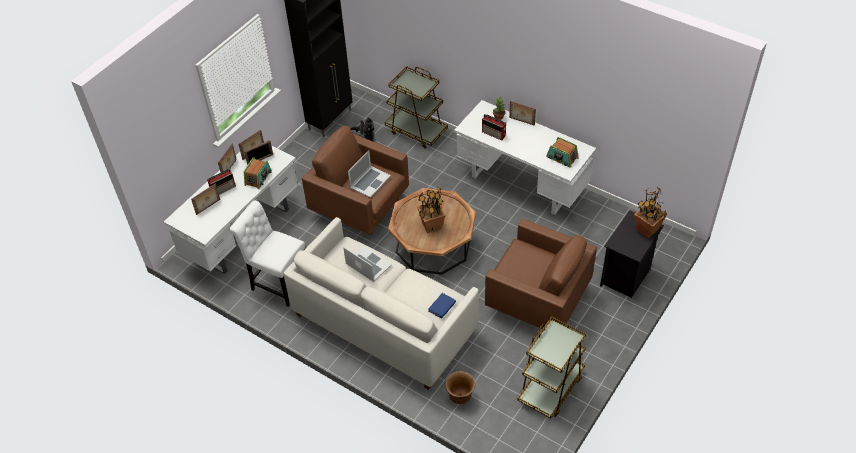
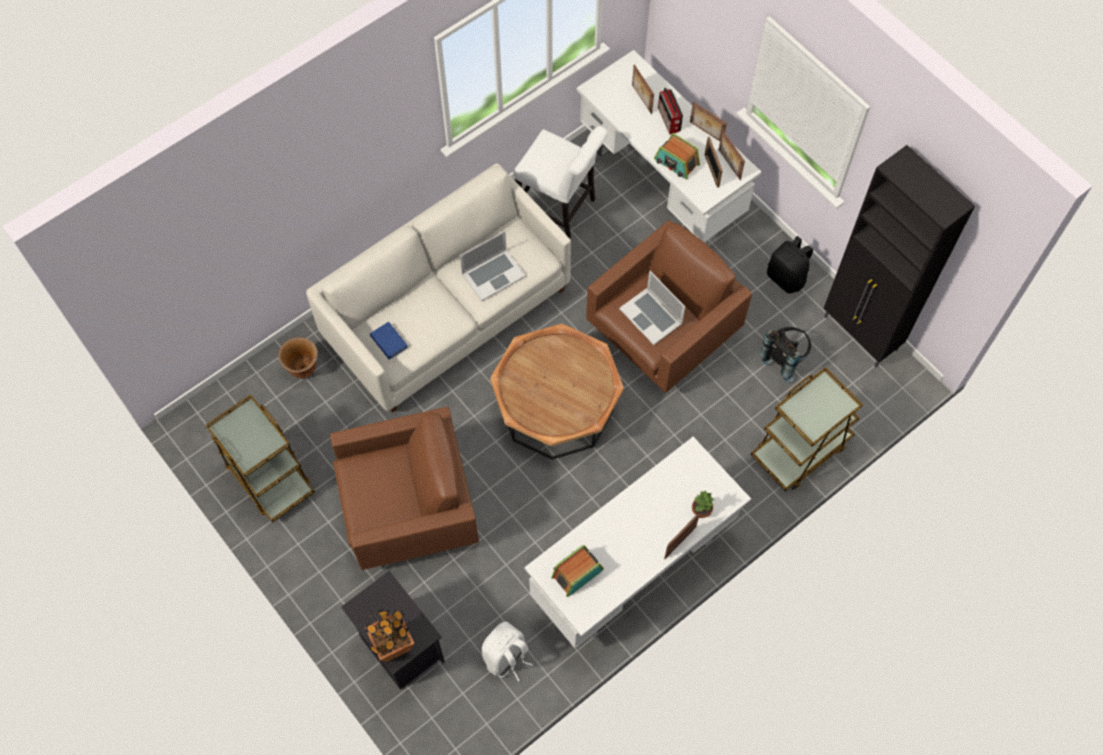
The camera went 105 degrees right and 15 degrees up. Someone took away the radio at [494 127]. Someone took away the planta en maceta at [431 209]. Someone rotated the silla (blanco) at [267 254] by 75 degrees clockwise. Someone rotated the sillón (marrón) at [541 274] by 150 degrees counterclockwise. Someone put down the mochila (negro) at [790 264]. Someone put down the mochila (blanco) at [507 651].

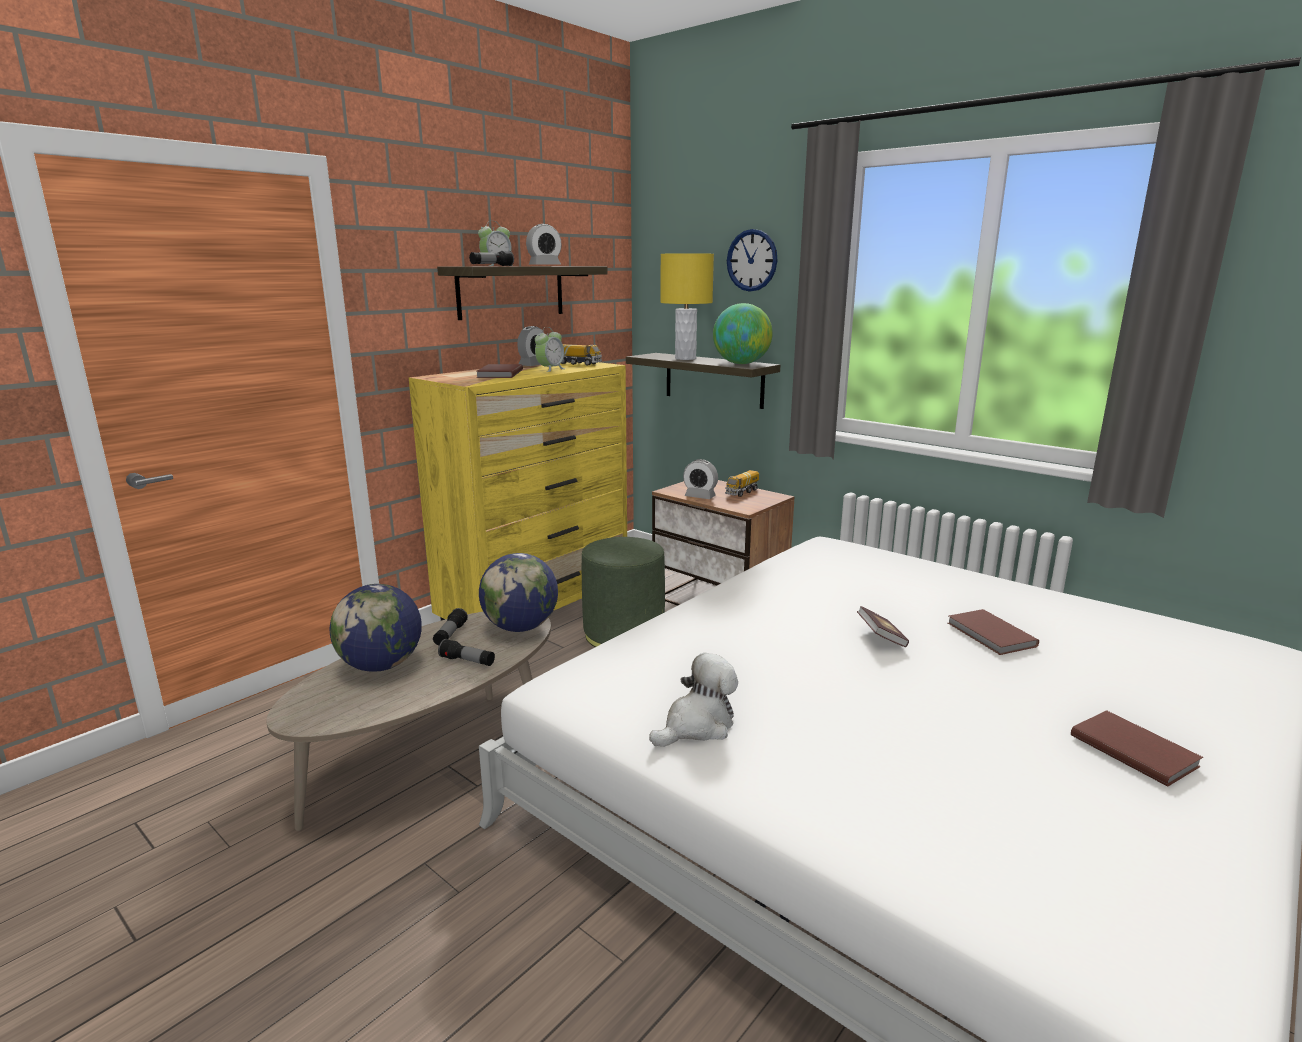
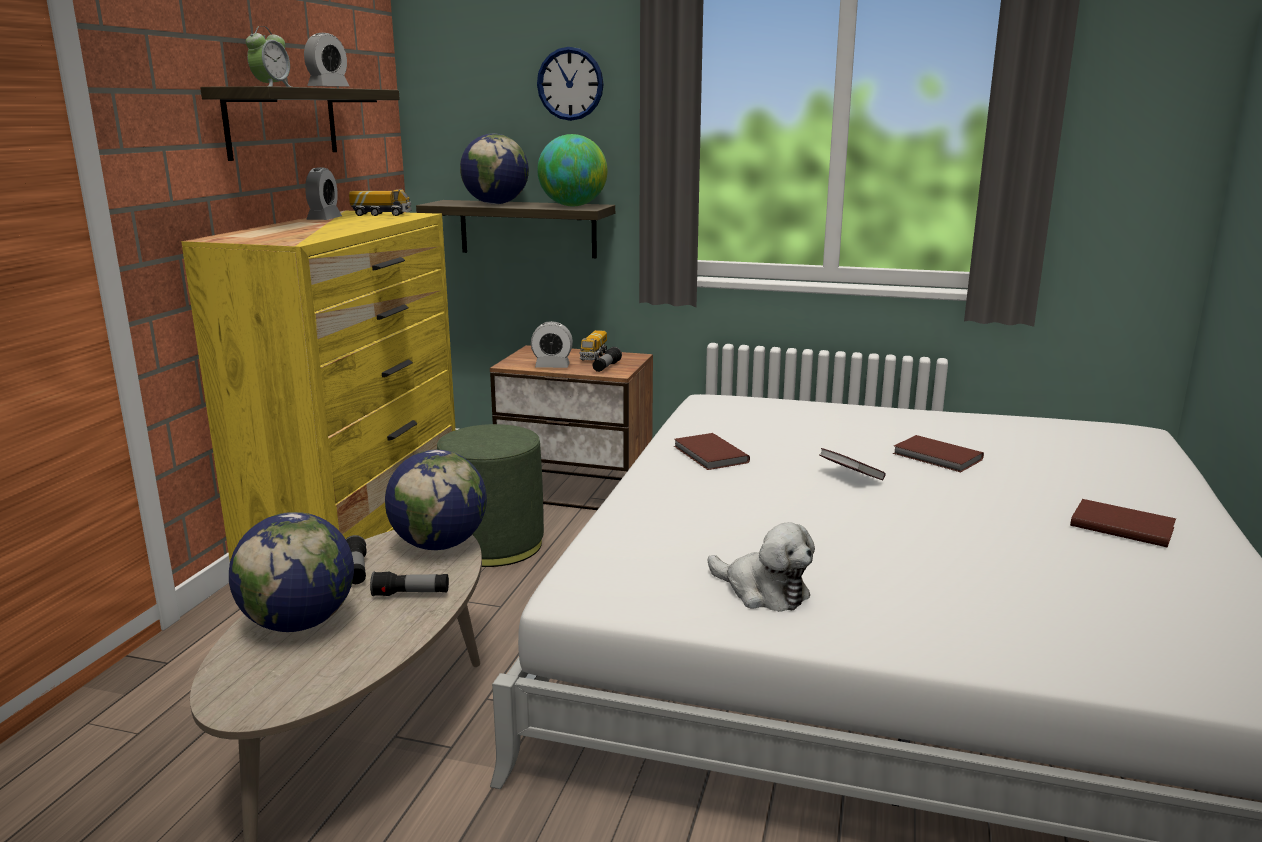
The camera went 25 degrees left and 0 degrees up. Someone carried the linterna from [491 258] to [607 359]. Someone swapped the lámpara de mesa (amarillo) at [687 306] for the globo terráqueo at [494 168]. Someone took away the despertador at [550 349]. Someone carried the libro (marrón) from [499 371] to [712 451]. Someone rotated the peluche at [693 700] by 105 degrees clockwise.

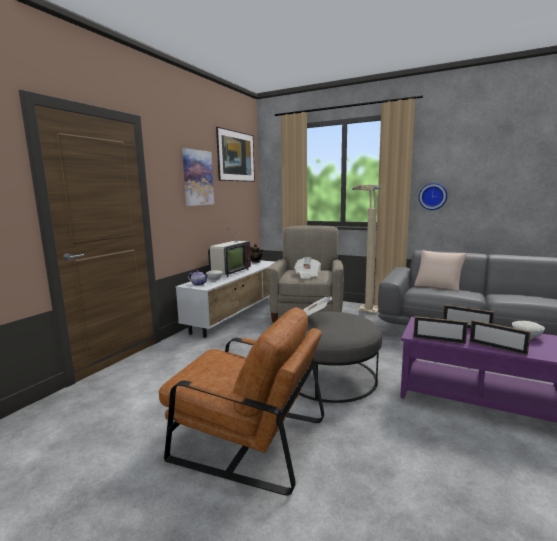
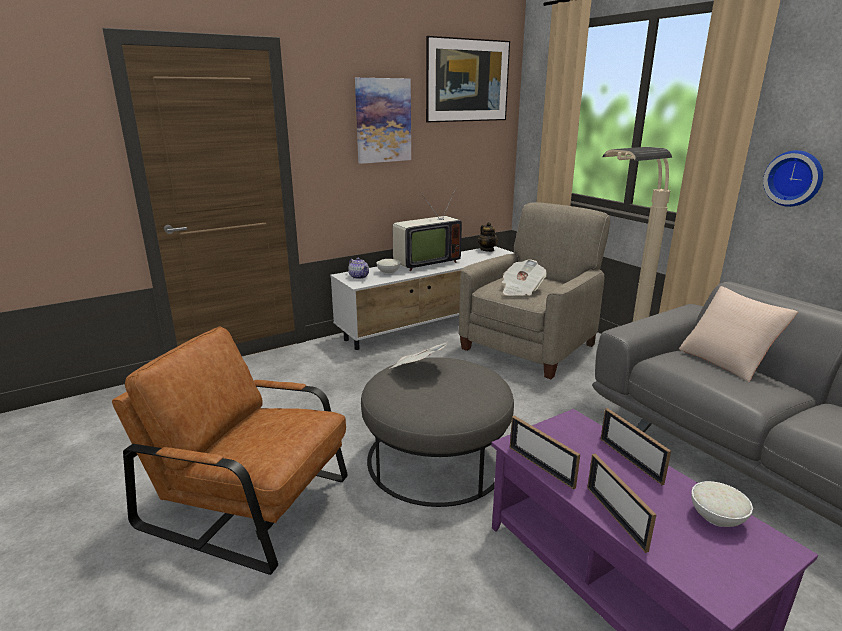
The camera went 30 degrees right and 10 degrees up. Someone rotated the sillón (marrón) at [241 401] by 150 degrees clockwise.

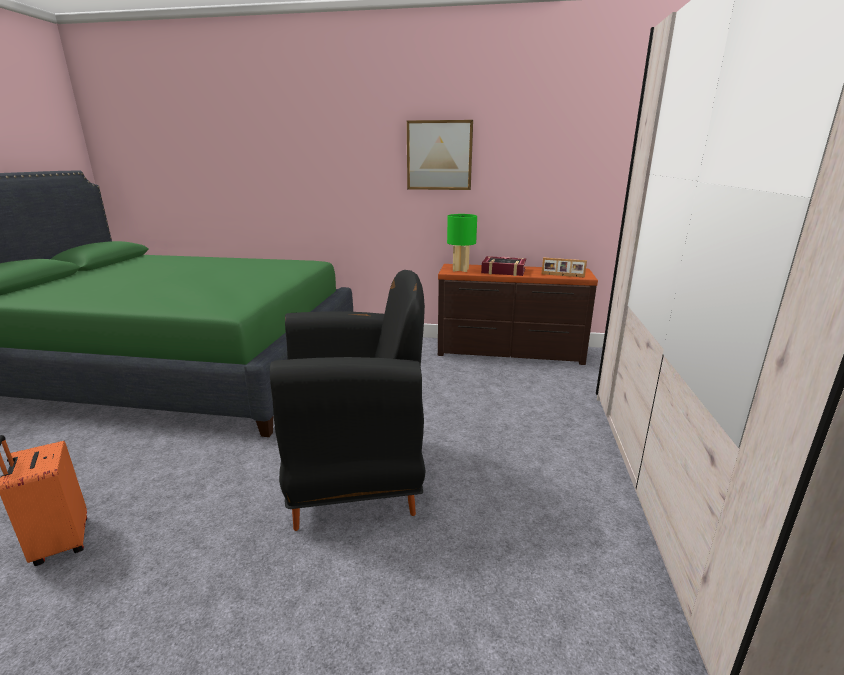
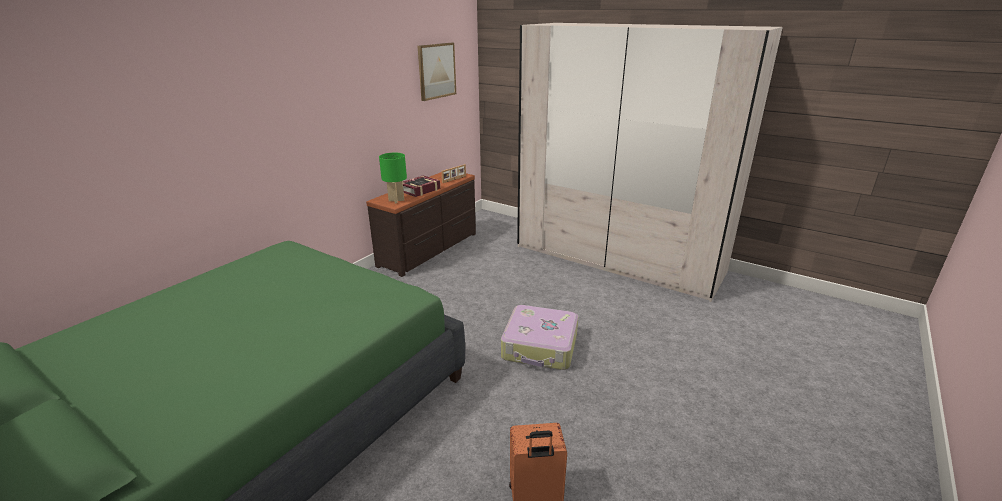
The camera went 65 degrees left and 5 degrees up. Someone carried the cuadro from [440 155] to [437 72]. Someone swapped the sillón (negro) at [347 400] for the maleta at [539 337].

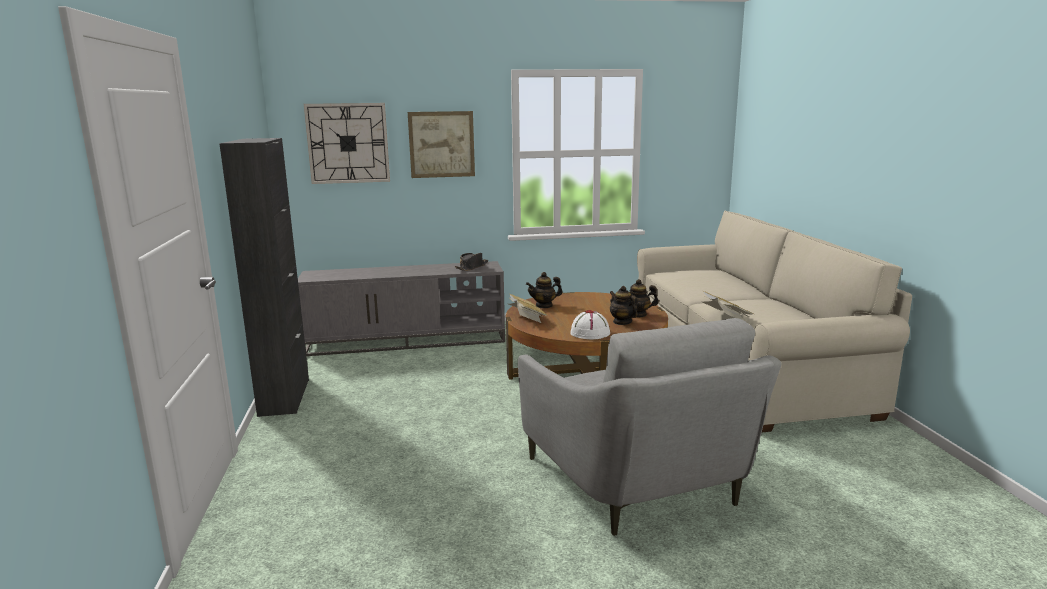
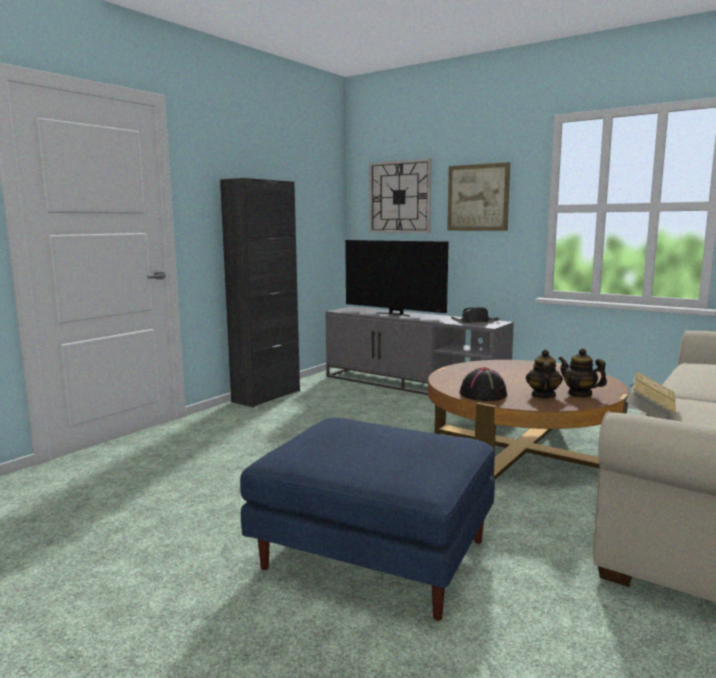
The camera went 45 degrees right and 5 degrees down. Someone took away the tetera at [544 290]. Someone took away the libro at [528 308]. Someone repainted the sombrero (blanco) at [590 324], which became the sombrero (negro) at [483 384]. Someone swapped the sillón (gris) at [650 427] for the puf (azul) at [367 519]. Someone put down the televisor at [397 278].

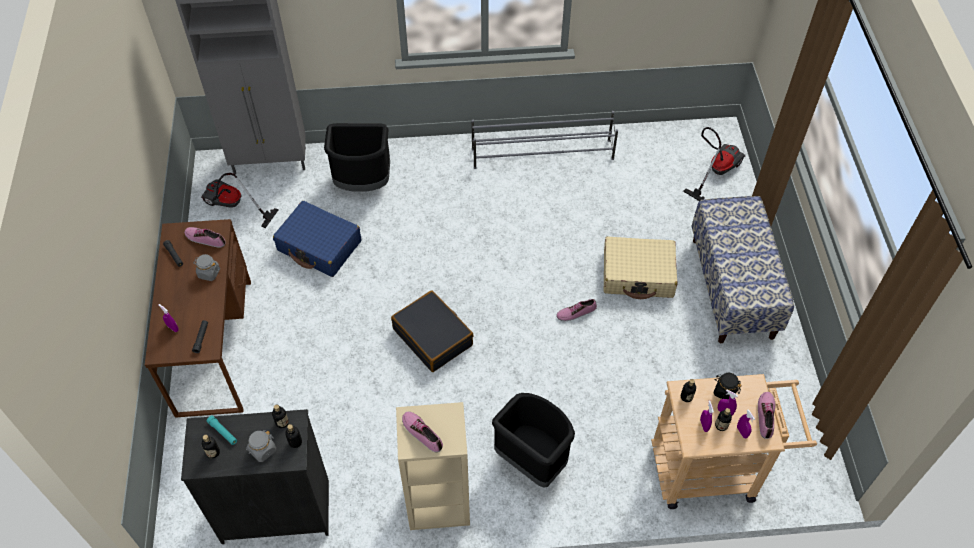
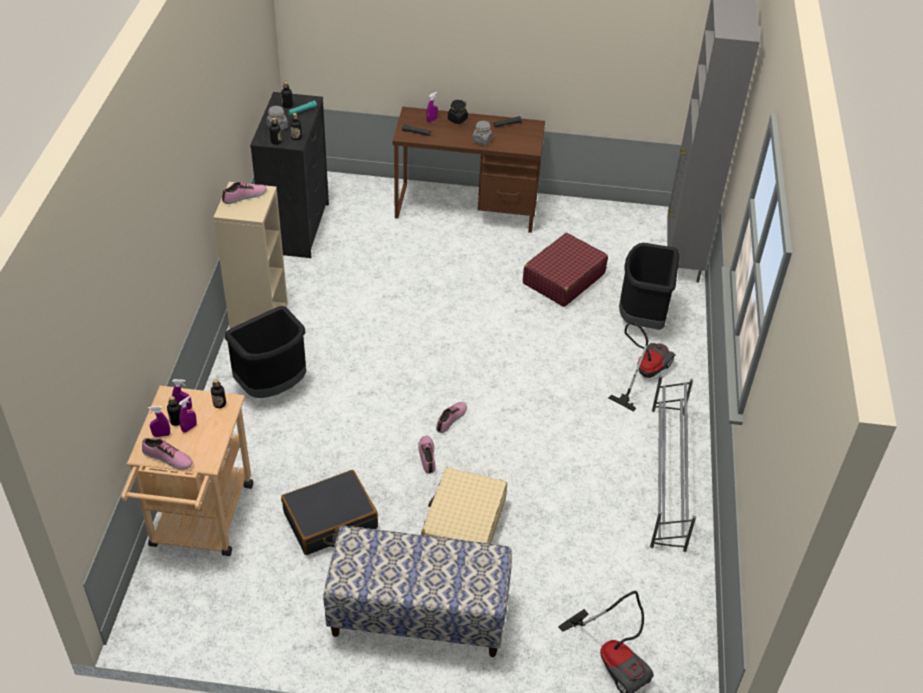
The camera went 100 degrees right and 10 degrees down. Someone carried the aspiradora from [240 200] to [642 367]. Someone repainted the maleta (azul) at [317 239], which became the maleta (rojo) at [565 270]. Someone carried the zapato from [205 237] to [451 417]. Someone carried the maleta (negro) from [432 331] to [329 512]. Someone carried the tarro (negro) from [727 386] to [458 112].

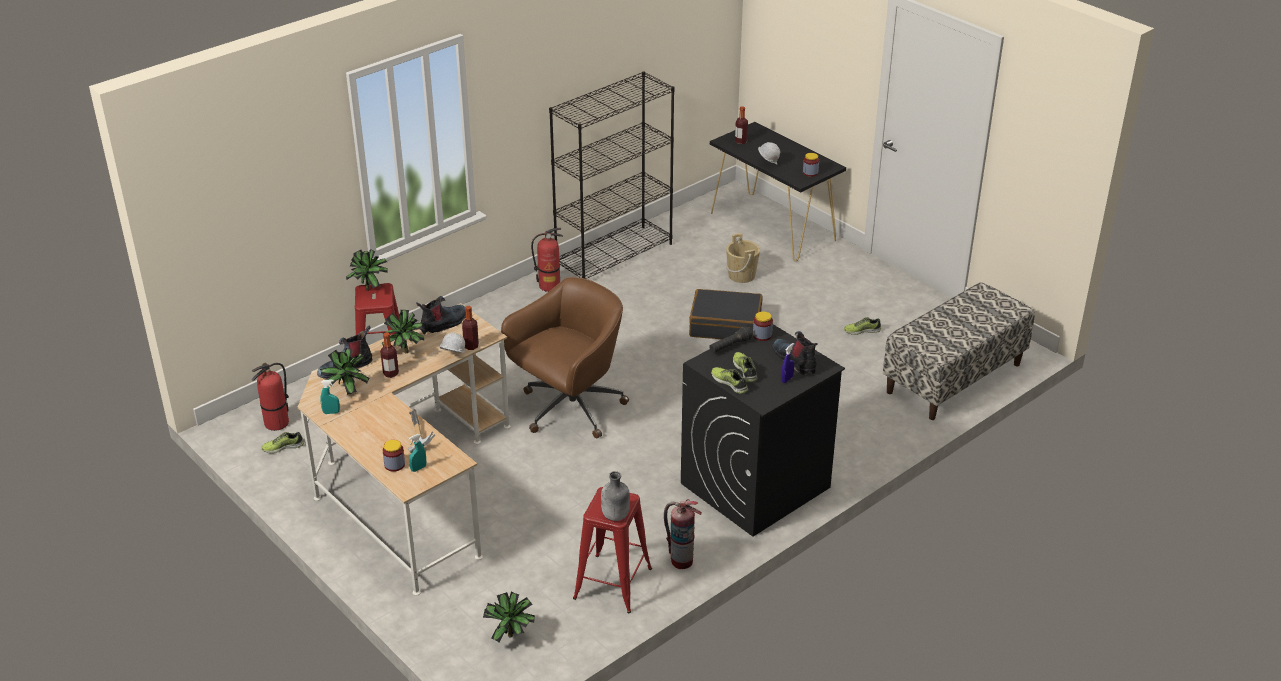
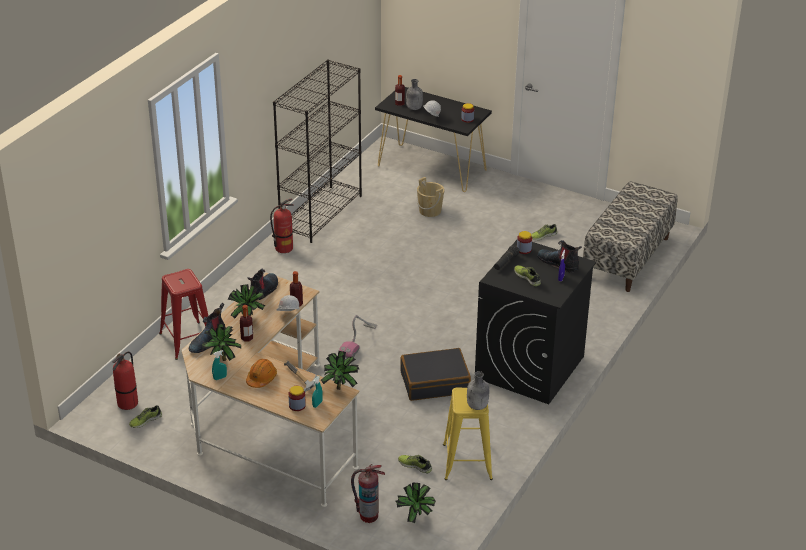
The camera went 20 degrees left and 0 degrees up. Someone carried the planta en maceta from [367 270] to [340 370]. Someone swapped the silla de oficina (marrón) at [565 358] for the aspiradora at [358 336]. Someone carried the maleta (negro) from [725 314] to [435 374]. Someone carried the zapato from [729 380] to [415 464]. Someone repainted the taburete (rojo) at [612 550], which became the taburete (amarillo) at [468 433]. Someone carried the extintor from [683 534] to [368 493]. Someone put down the botella (gris) at [414 94]. Someone put down the casco (naranja) at [261 373].

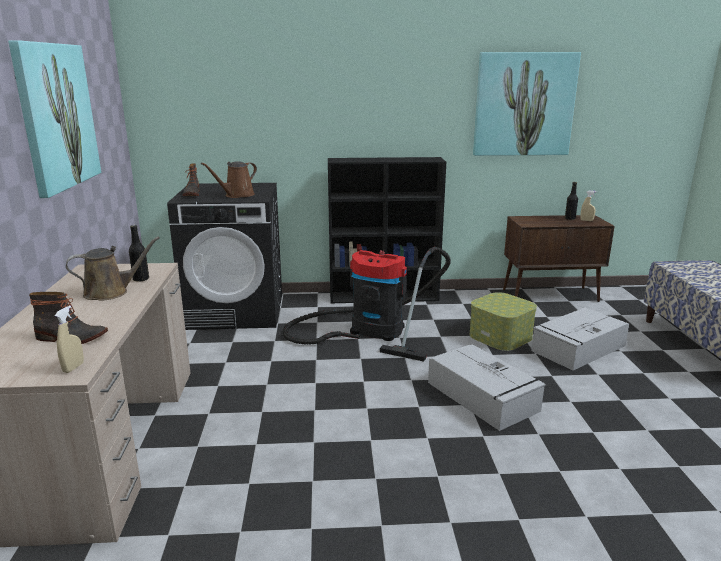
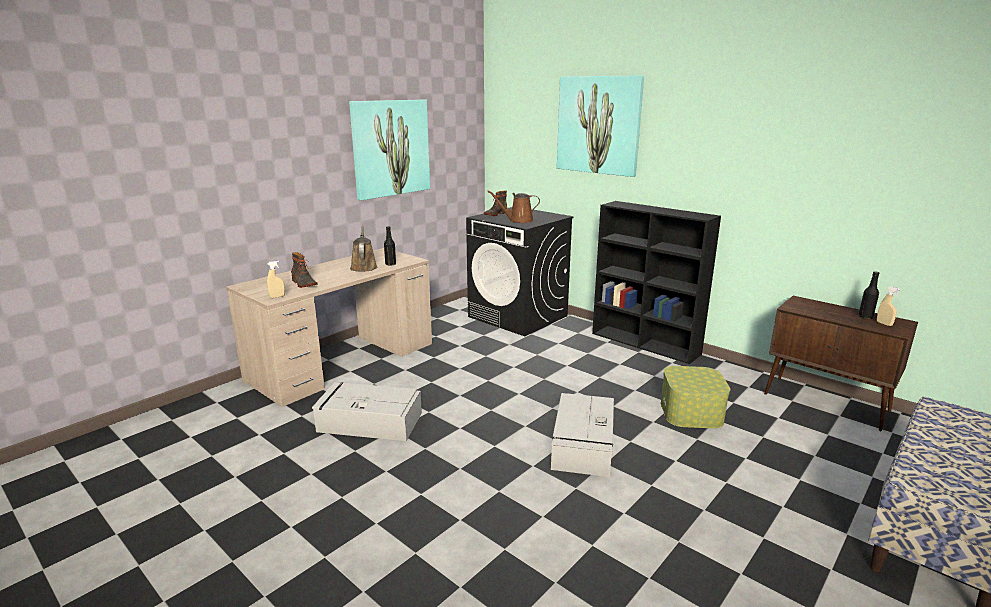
The camera went 45 degrees right and 0 degrees up. Someone carried the cuadro from [527 104] to [600 126]. Someone rotated the regadera (marrón) at [113 268] by 120 degrees counterclockwise. Someone took away the aspiradora at [367 304]. Someone carried the caja de almacenaje (gris) from [580 339] to [367 411].

